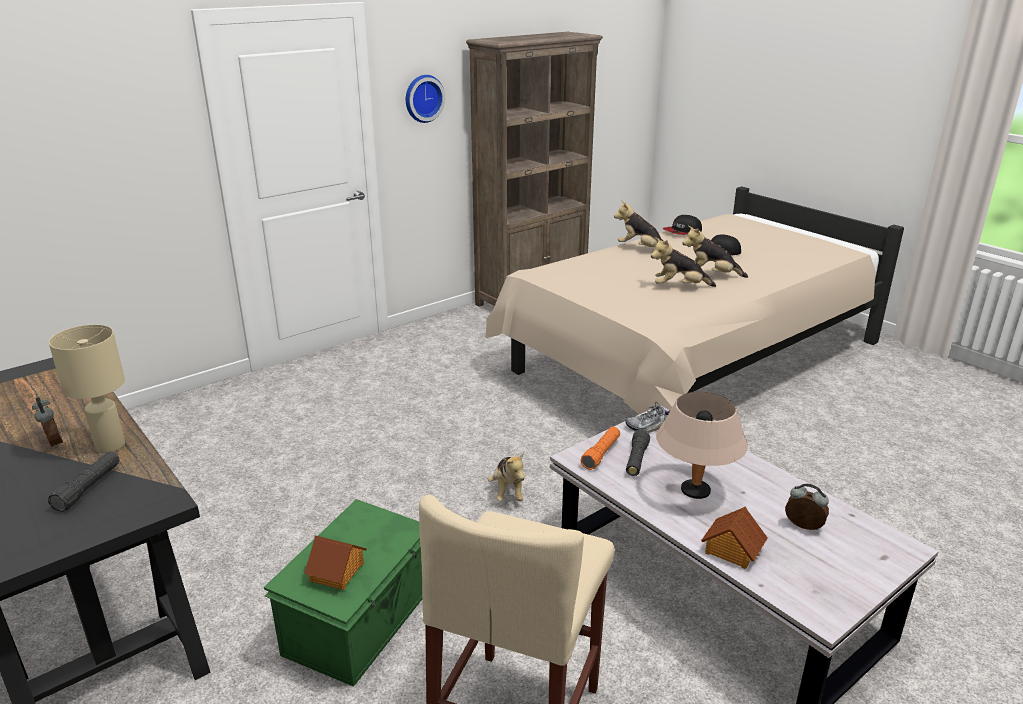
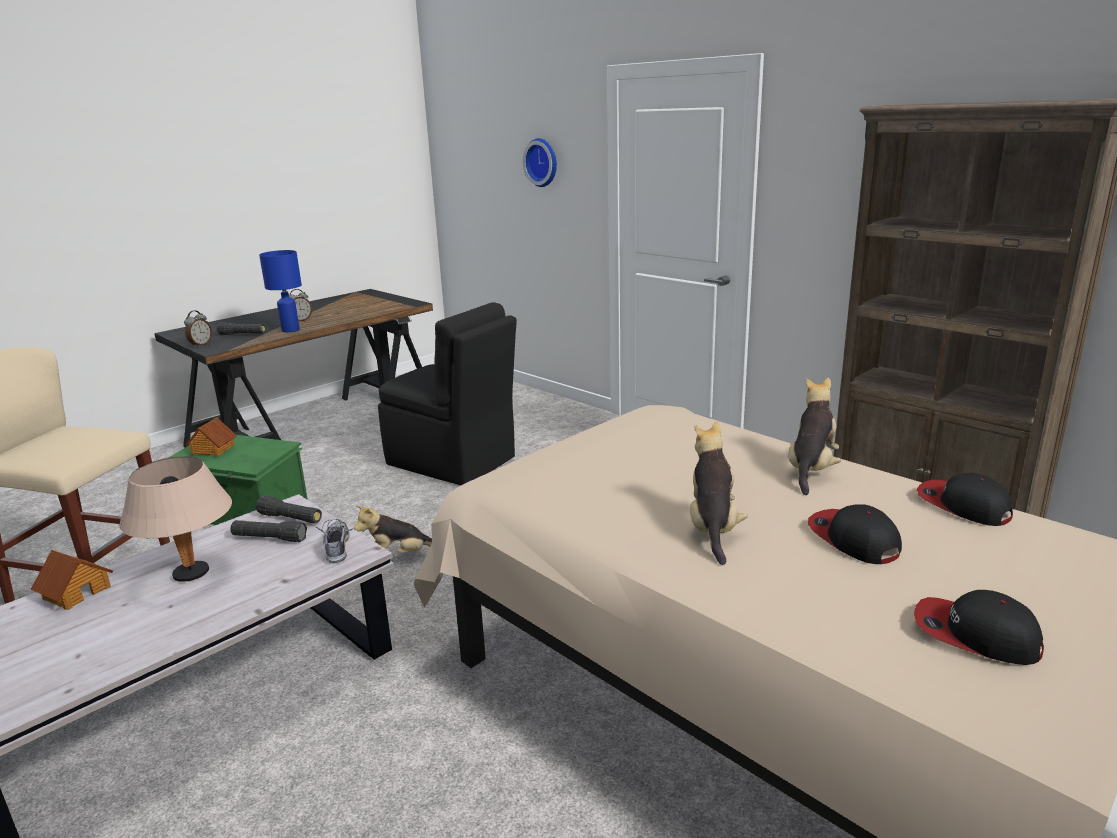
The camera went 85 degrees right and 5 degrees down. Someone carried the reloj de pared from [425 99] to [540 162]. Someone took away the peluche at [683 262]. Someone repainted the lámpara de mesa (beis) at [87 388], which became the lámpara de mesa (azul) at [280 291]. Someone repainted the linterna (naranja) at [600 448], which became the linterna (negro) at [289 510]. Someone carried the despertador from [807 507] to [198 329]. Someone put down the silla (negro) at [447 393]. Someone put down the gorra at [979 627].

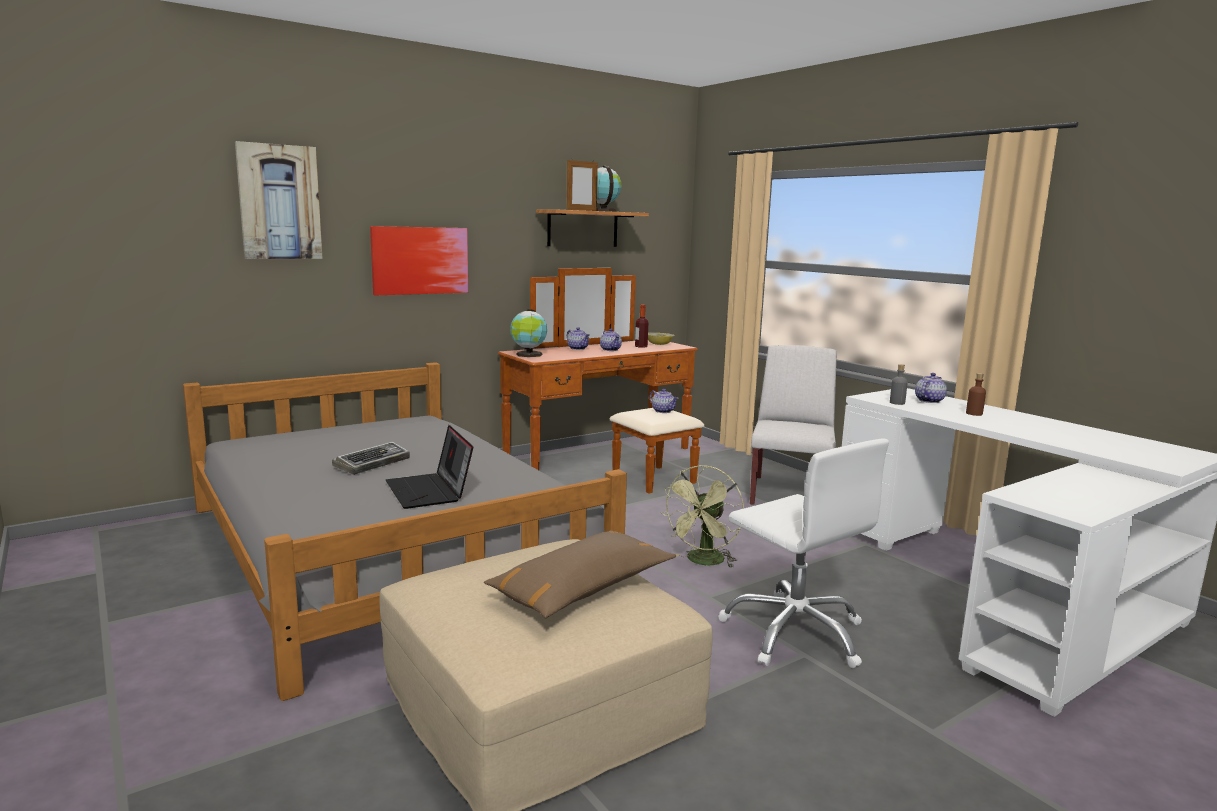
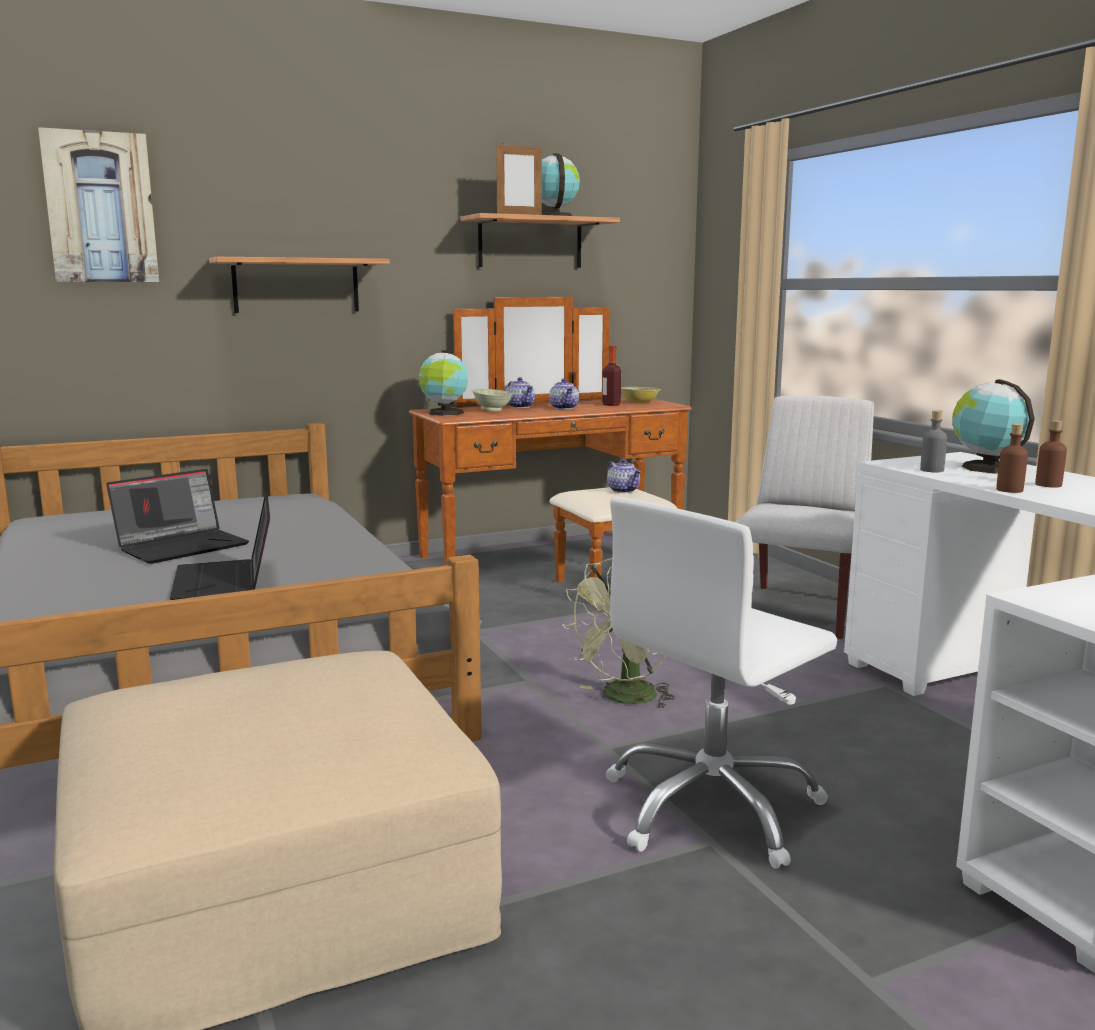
The camera went 10 degrees right and 0 degrees up. Someone swapped the cuadro at [419 261] for the estante at [299 285]. Someone swapped the tetera at [931 388] for the globo terráqueo at [993 426]. Someone rotated the silla de oficina (blanco) at [803 553] by 75 degrees clockwise. Someone swapped the teclado at [371 458] for the portátil at [177 516]. Someone took away the cojín (marrón) at [580 574]. Someone put down the cuenco (beis) at [493 400]. Someone put down the botella (marrón) at [1012 458].

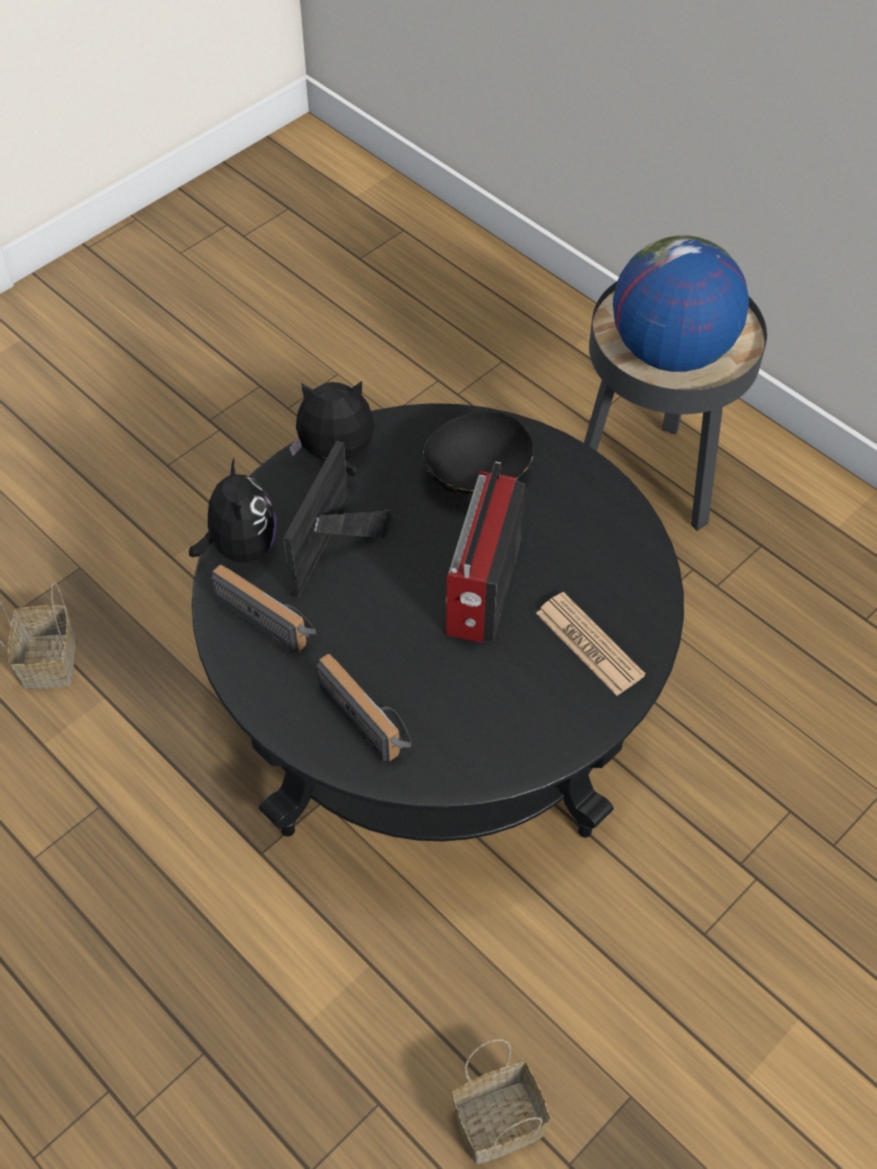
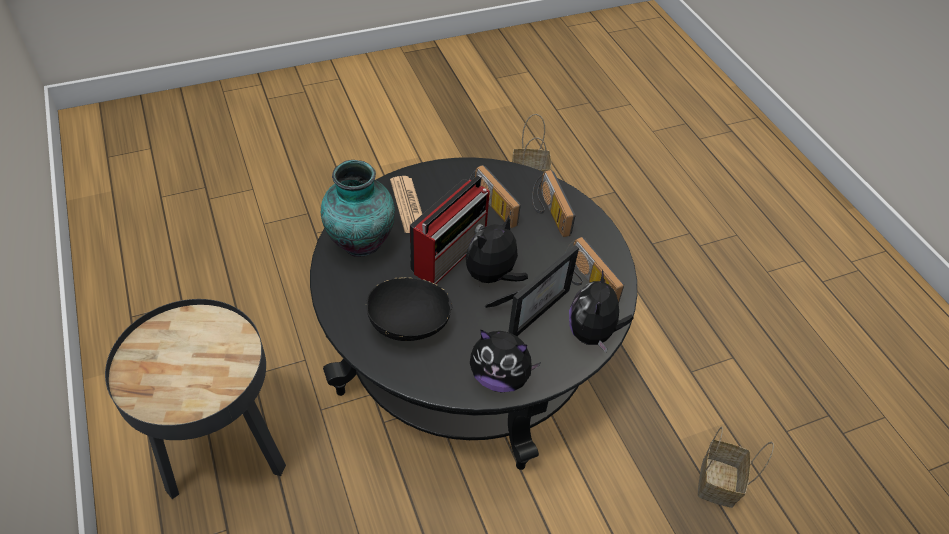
The camera went 160 degrees left and 5 degrees down. Someone took away the globo terráqueo at [681 303]. Someone put down the florero at [358 208]. Someone put down the radio at [495 196]. Someone put down the peluche at [497 251].

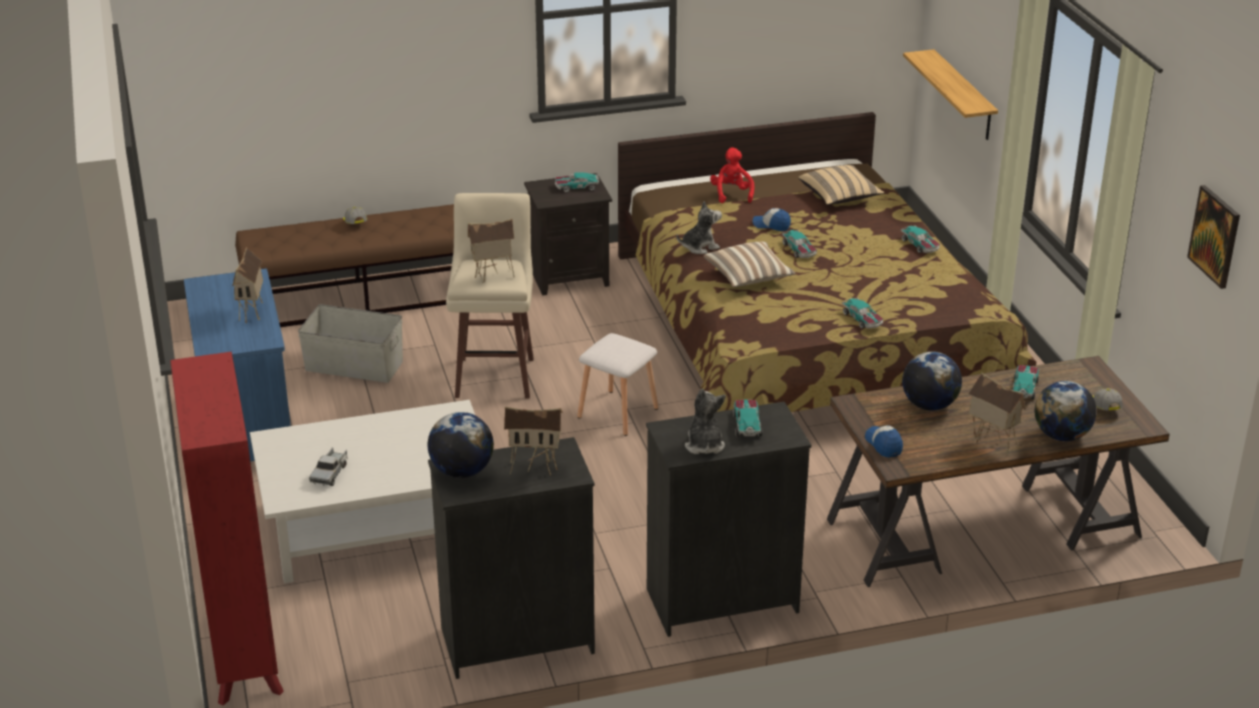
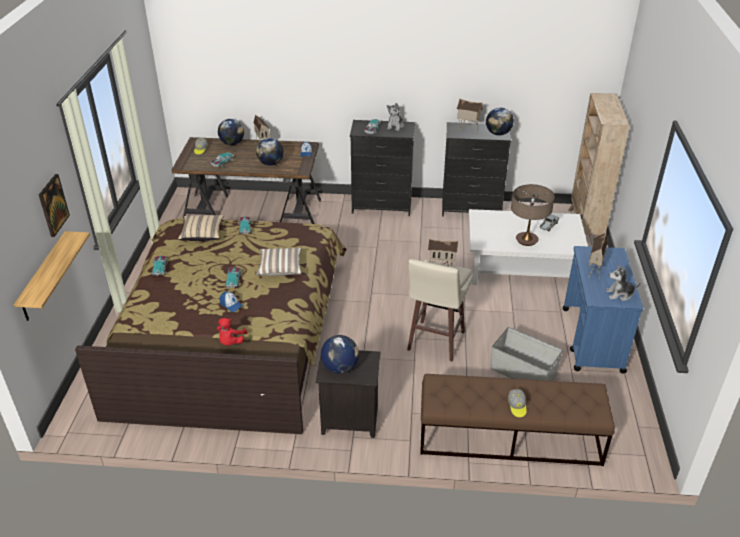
The camera went 160 degrees left and 5 degrees up. Someone carried the cojín (beis) from [841 185] to [201 228]. Someone swapped the coche de juguete at [577 182] for the globo terráqueo at [340 354]. Someone carried the cuadro from [1213 237] to [54 205]. Someone carried the peluche from [699 227] to [623 282]. Someone took away the taburete (blanco) at [617 384]. Someone repainted the estantería (rojo) at [227 528], which became the estantería (beis) at [599 164]. Someone put down the lámpara de mesa at [533 215].

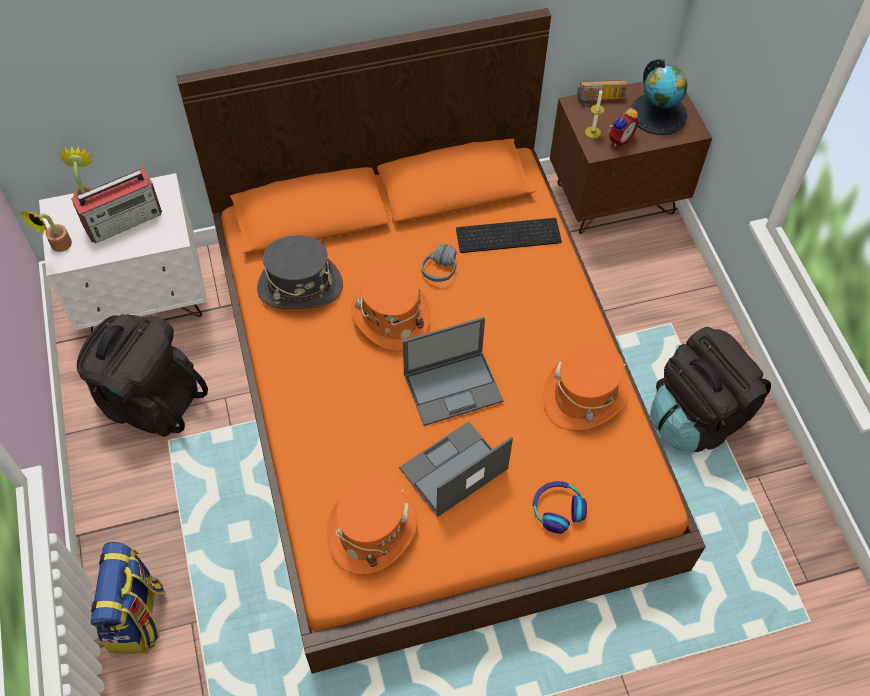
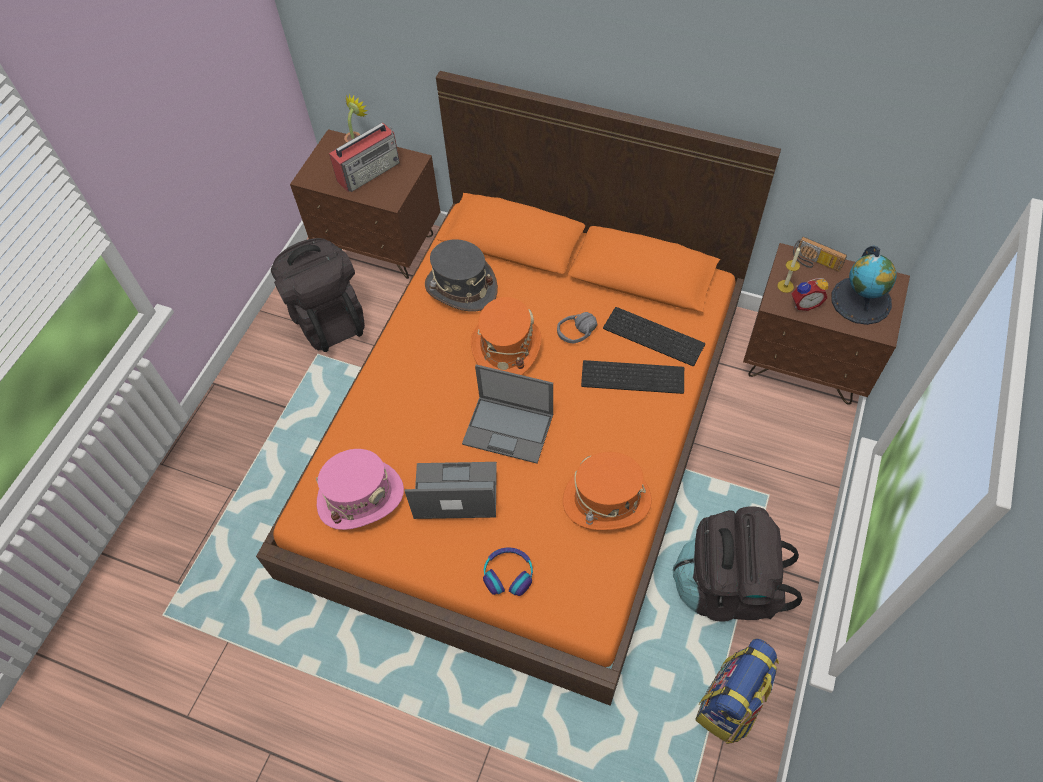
The camera went 40 degrees right and 0 degrees up. Someone rotated the radio at [116 205] by 45 degrees counterclockwise. Someone repainted the mesita de noche (blanco) at [123 252], which became the mesita de noche (marrón) at [365 204]. Someone took away the planta en maceta at [45 231]. Someone repainted the sombrero (naranja) at [372 525], which became the sombrero (rosa) at [360 489]. Someone carried the mochila from [128 598] to [737 691]. Someone put down the teclado at [632 377].

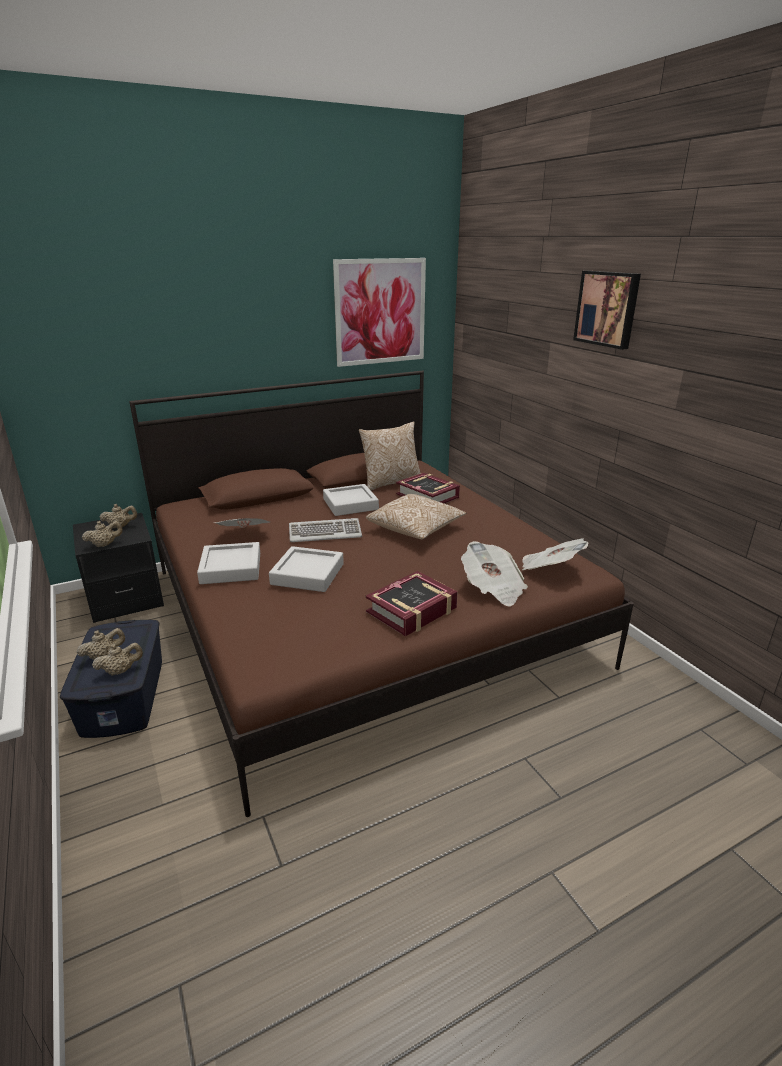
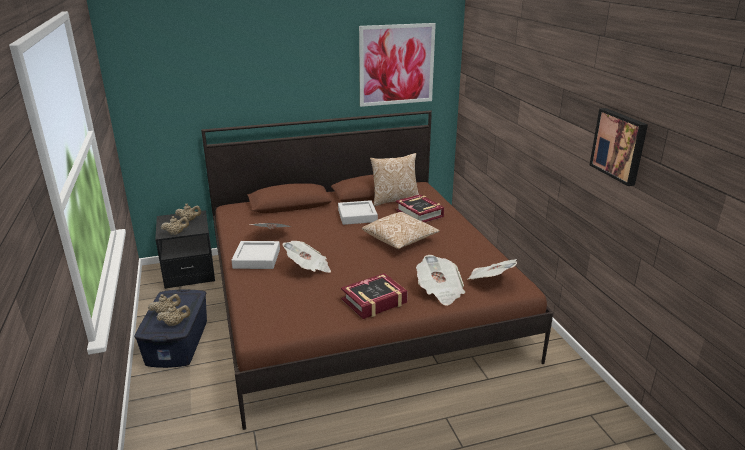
The camera went 10 degrees right and 0 degrees up. Someone carried the cuadro from [607 310] to [619 147]. Someone took away the teclado at [325 530]. Someone swapped the bandeja (gris) at [306 569] for the periódico at [307 257].

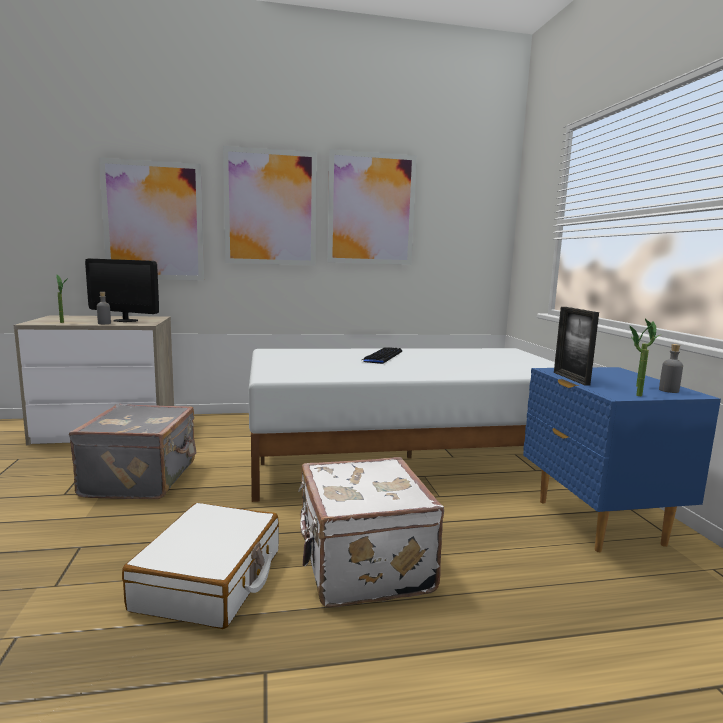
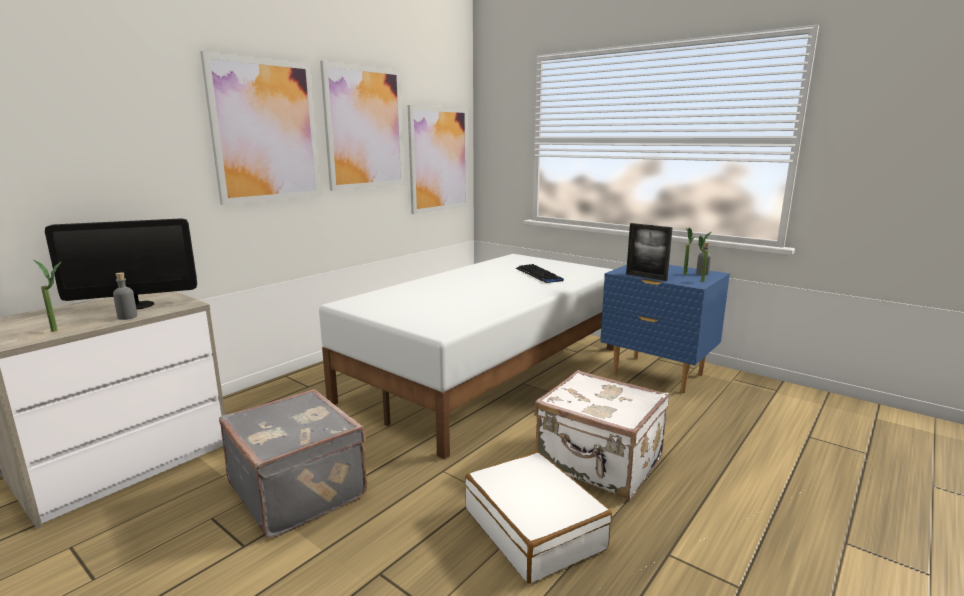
The camera went 40 degrees left and 5 degrees up. Someone carried the cuadro from [151 219] to [438 159]. Someone carried the teclado from [382 355] to [540 273].

